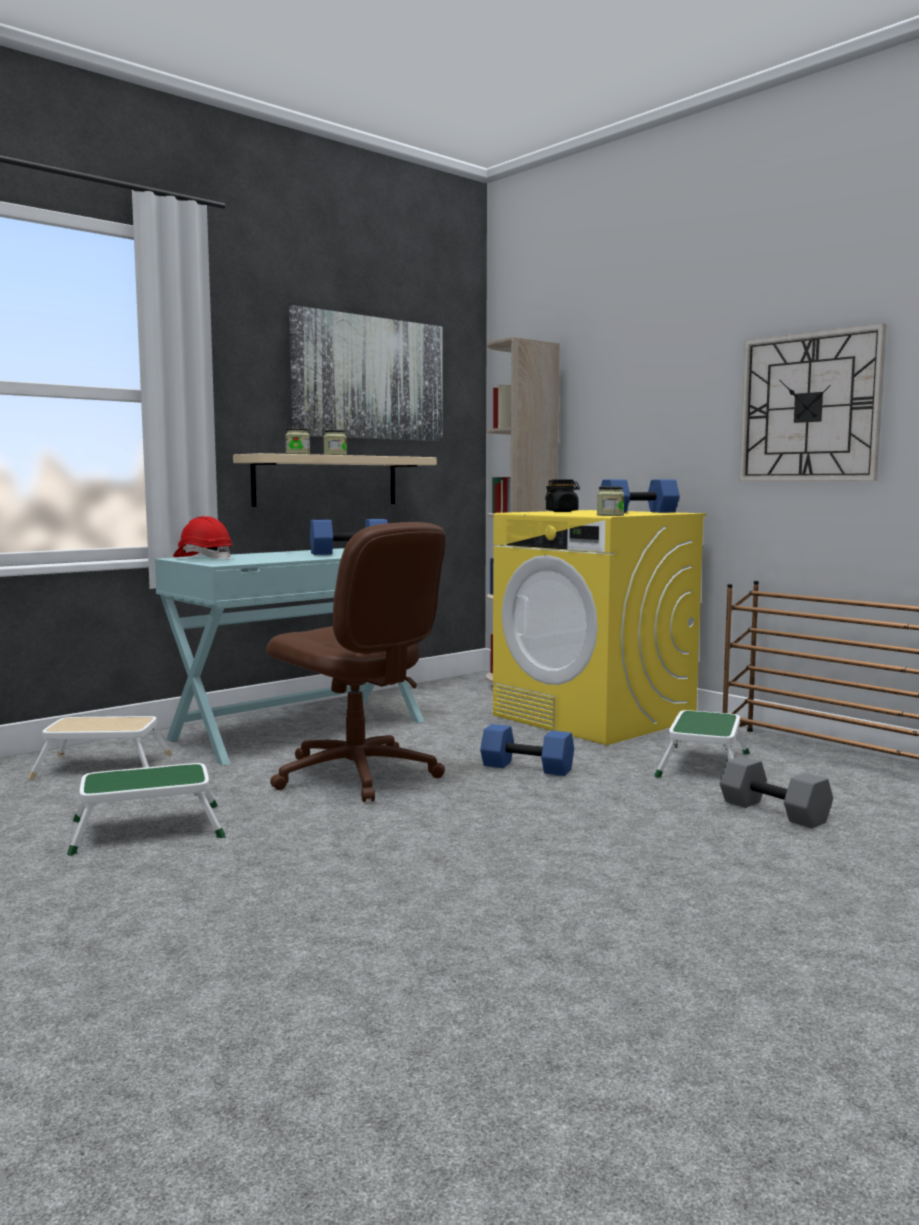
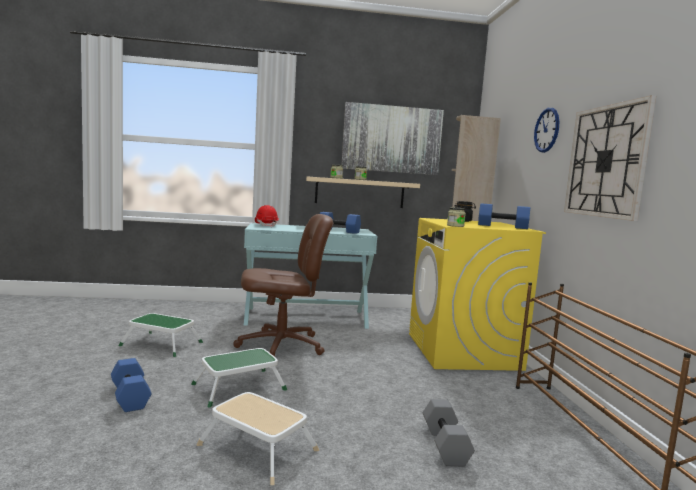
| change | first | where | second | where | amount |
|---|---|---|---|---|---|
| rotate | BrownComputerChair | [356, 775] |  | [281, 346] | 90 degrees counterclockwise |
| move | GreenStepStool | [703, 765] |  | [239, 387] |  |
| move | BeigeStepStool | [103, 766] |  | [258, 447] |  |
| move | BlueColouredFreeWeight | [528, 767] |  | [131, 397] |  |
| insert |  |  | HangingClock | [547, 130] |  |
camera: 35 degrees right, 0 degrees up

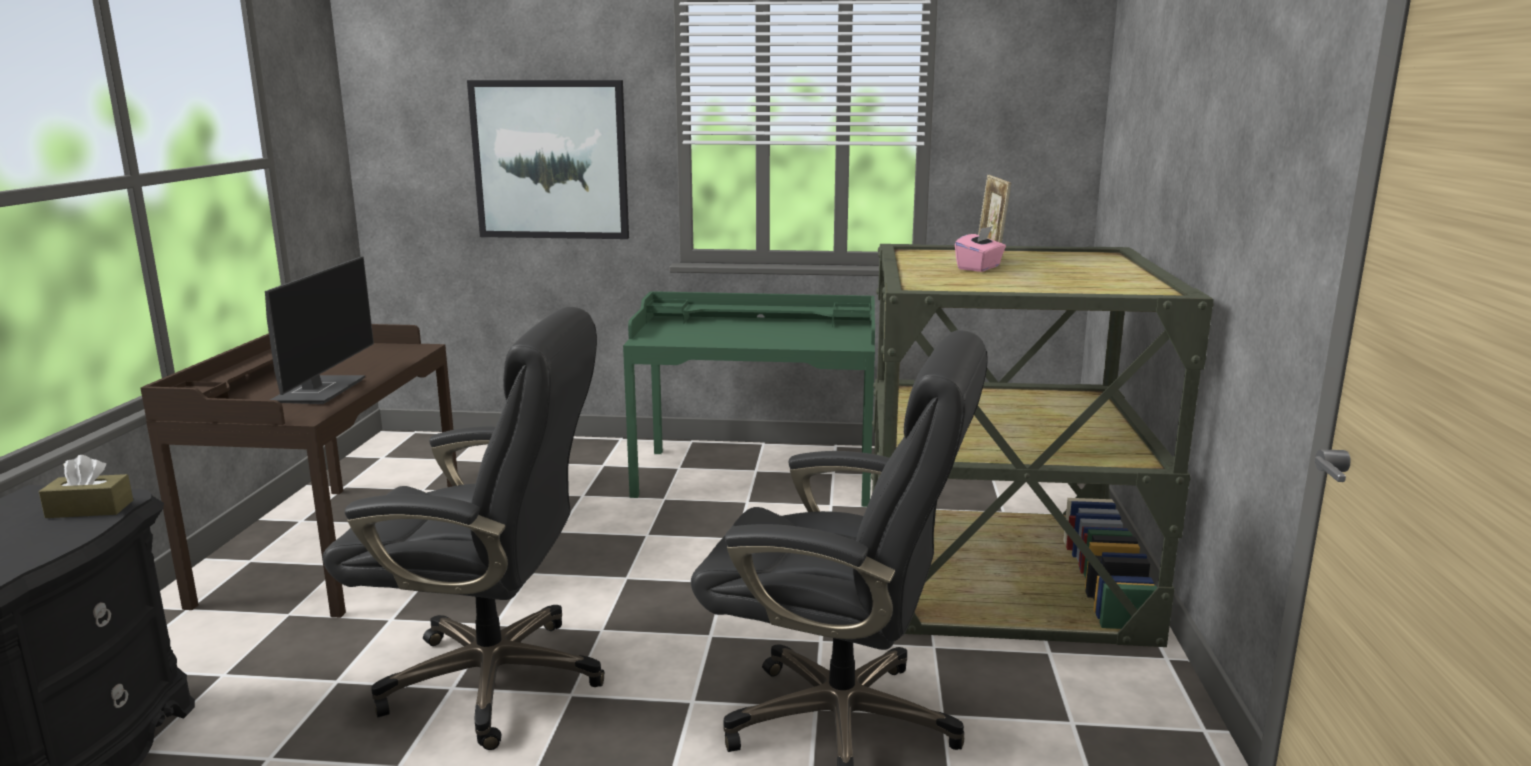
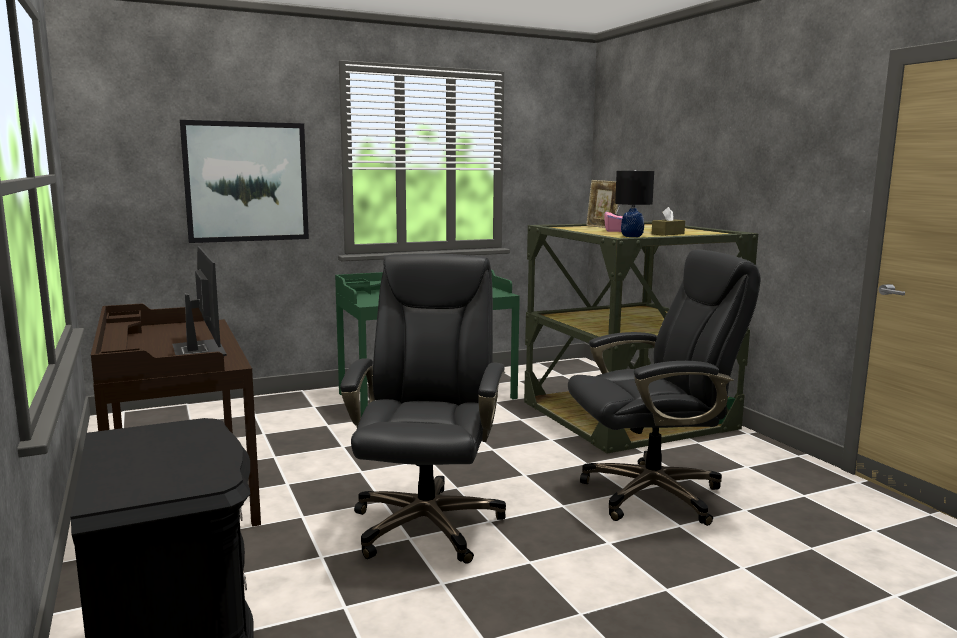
| change | first | where | second | where | amount |
|---|---|---|---|---|---|
| rotate | BlackComputerChair | [488, 680] |  | [426, 528] | 60 degrees counterclockwise |
| move | BrownTissueHolder | [90, 509] |  | [668, 234] |  |
| insert |  |  | BlackTabletopLamp | [631, 236] |  |
camera: 30 degrees left, 5 degrees down

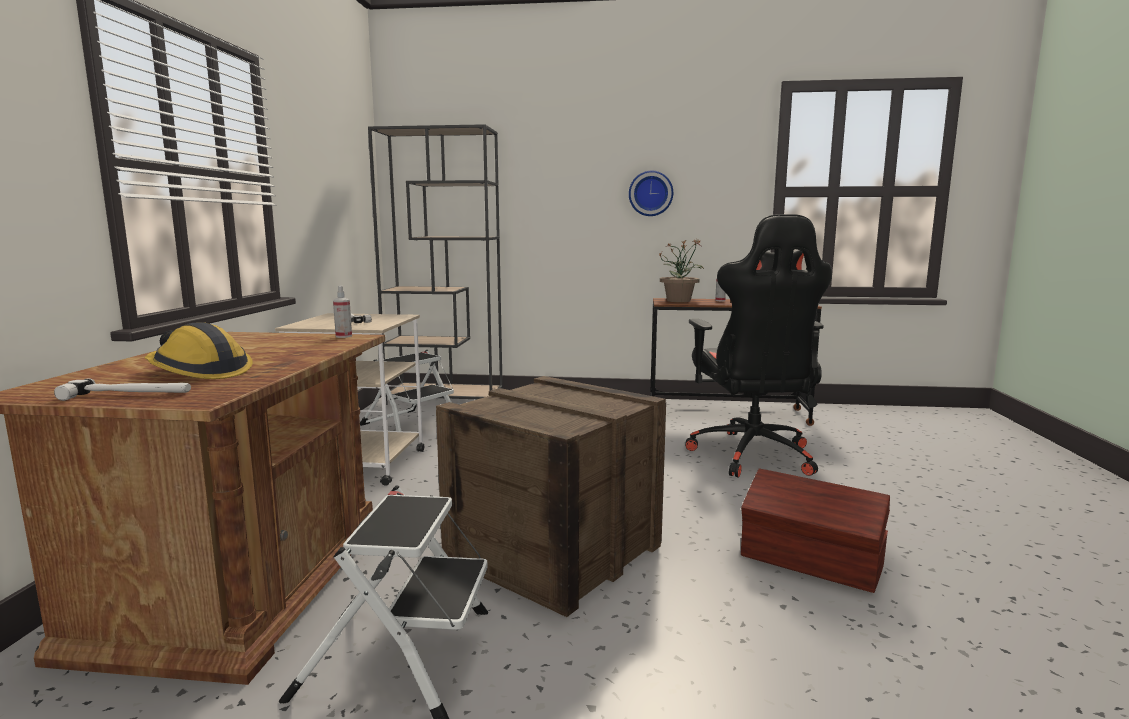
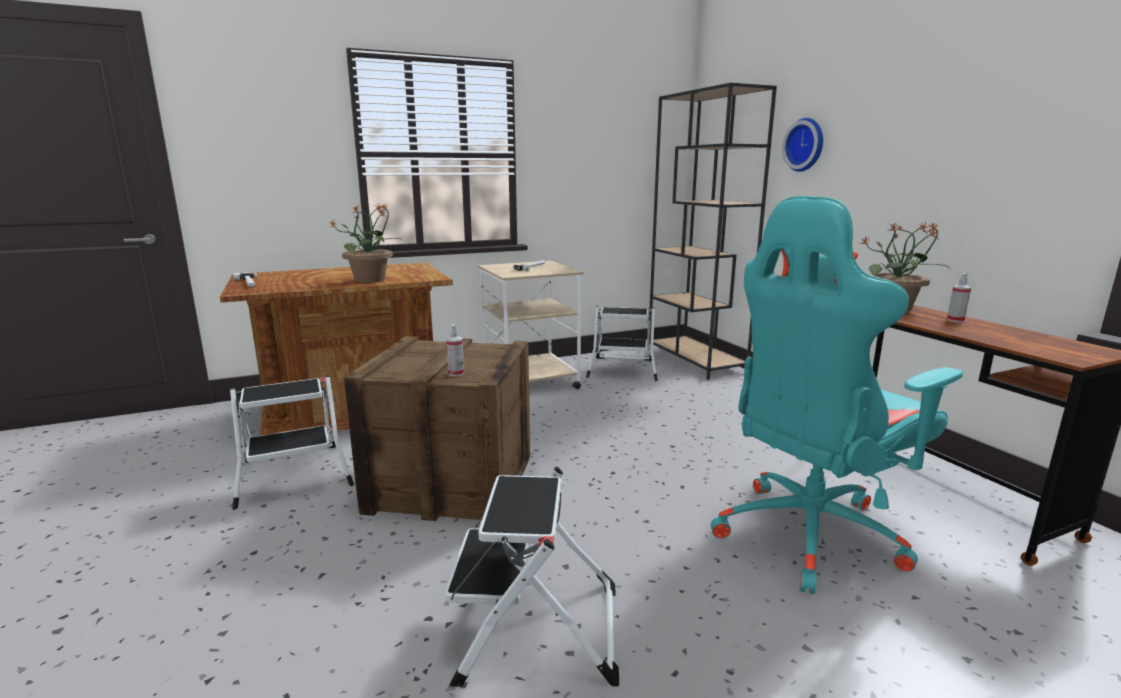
| change | first | where | second | where | amount |
|---|---|---|---|---|---|
| move | HangingClock | [650, 193] |  | [806, 145] |  |
| recolor | BlackComputerChair | [748, 451] | BlueGreenComputerChair | [817, 530] |  |
| move | SprayBottle | [343, 336] |  | [456, 373] |  |
| delete | SafetyHelmet | [199, 372] |  |  |  |
| replace | BrownStorageBox | [811, 562] | StepStool | [537, 625] |  |
| insert |  |  | PottedPlant | [371, 280] |  |
camera: 60 degrees right, 5 degrees up

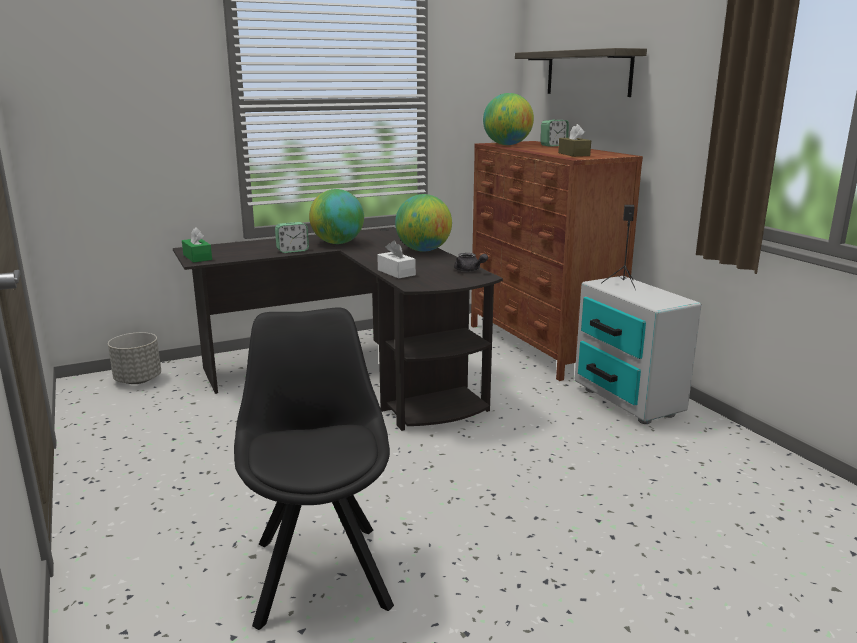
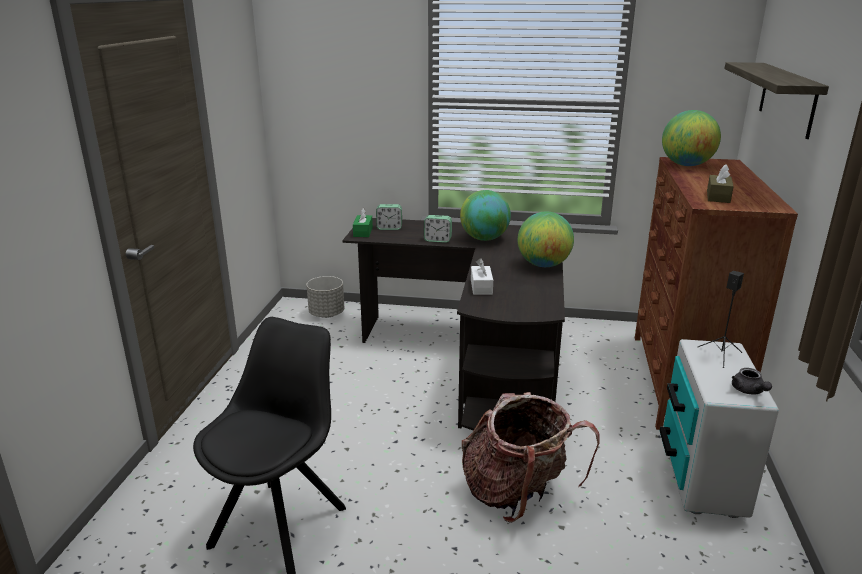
| change | first | where | second | where | amount |
|---|---|---|---|---|---|
| move | BedsideClock | [553, 145] |  | [389, 228] |  |
| move | GreyishTeapot | [469, 271] |  | [749, 391] |  |
| insert |  |  | Knapsack | [518, 494] |  |
camera: 35 degrees right, 5 degrees up

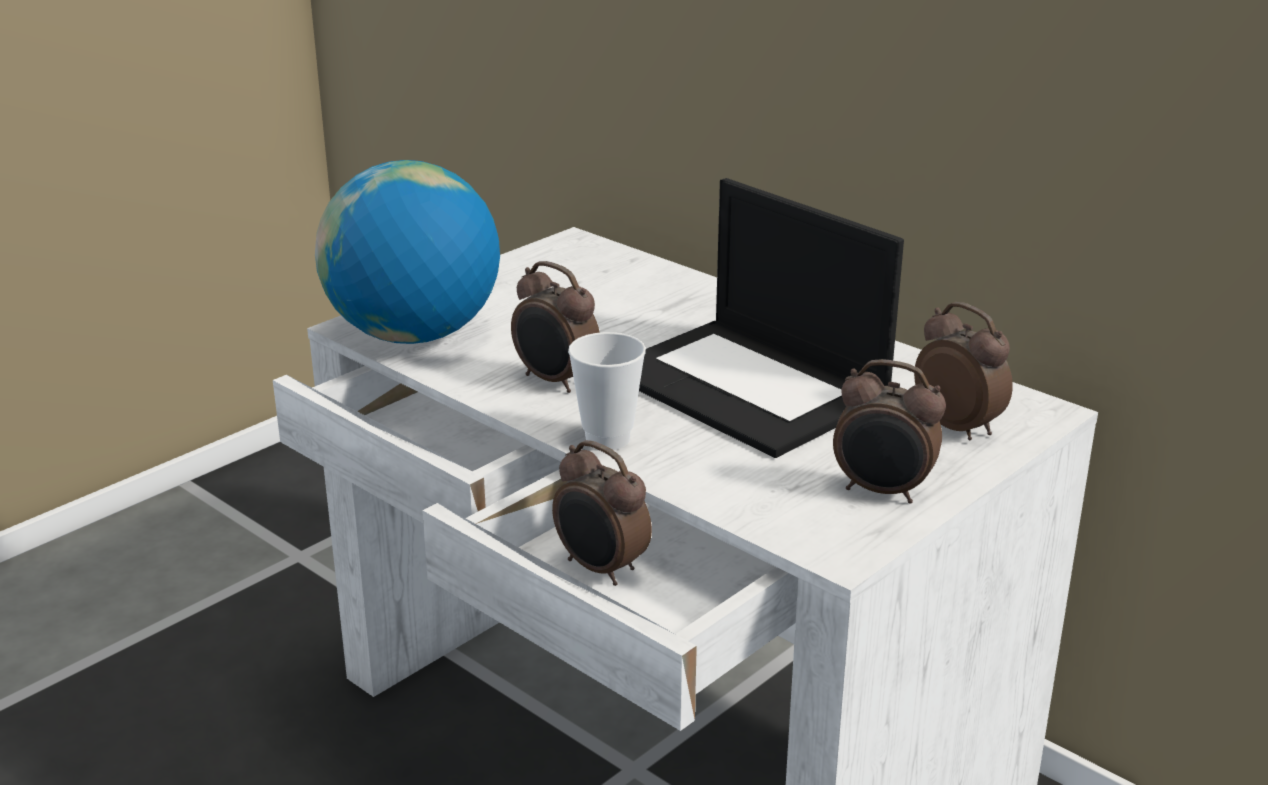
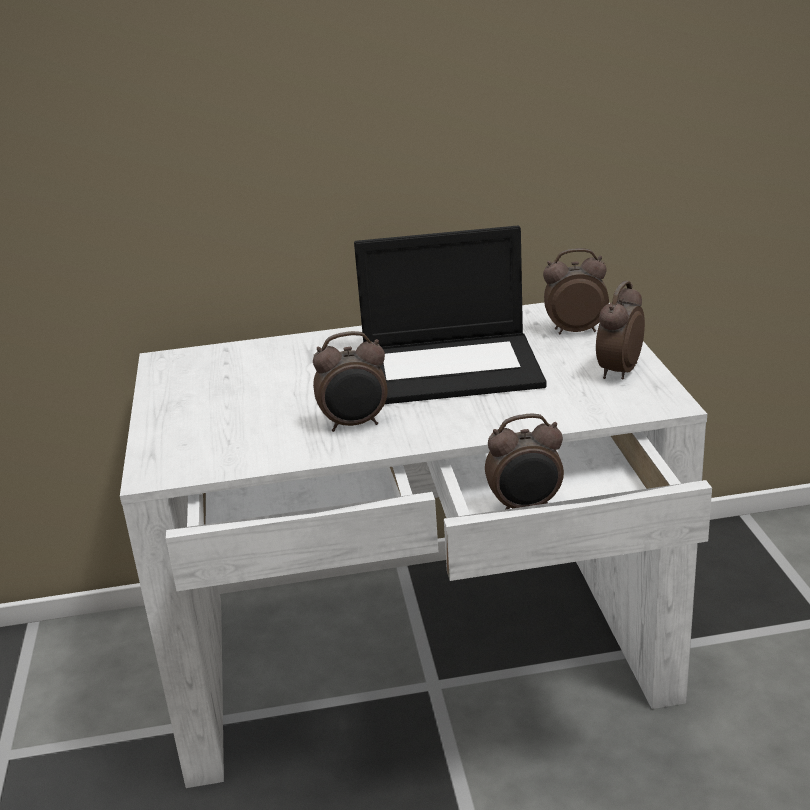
| change | first | where | second | where | amount |
|---|---|---|---|---|---|
| delete | Globe | [414, 335] |  |  |  |
| delete | DrinkingCup | [607, 439] |  |  |  |
| rotate | BedsideClock | [882, 492] |  | [618, 371] | 150 degrees clockwise |
camera: 50 degrees left, 0 degrees up

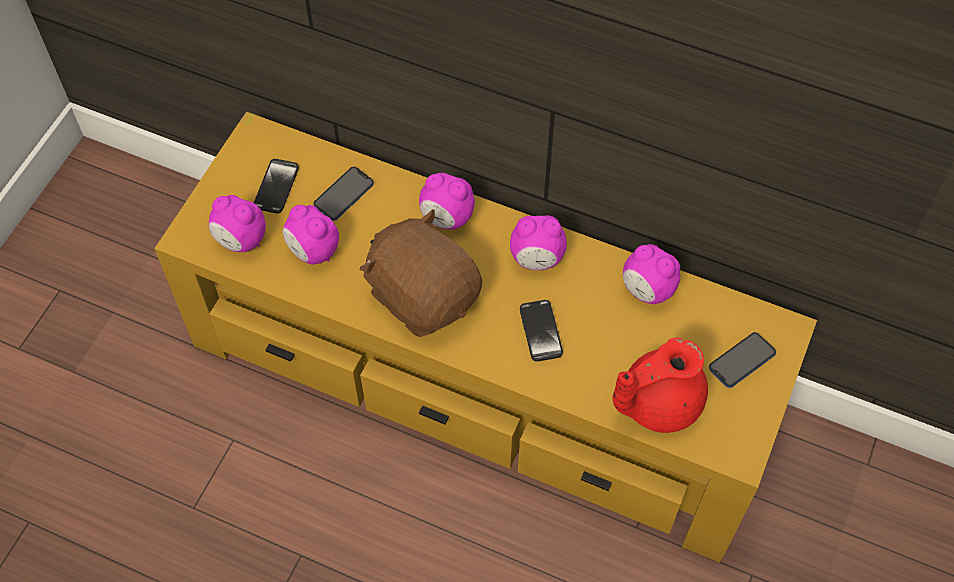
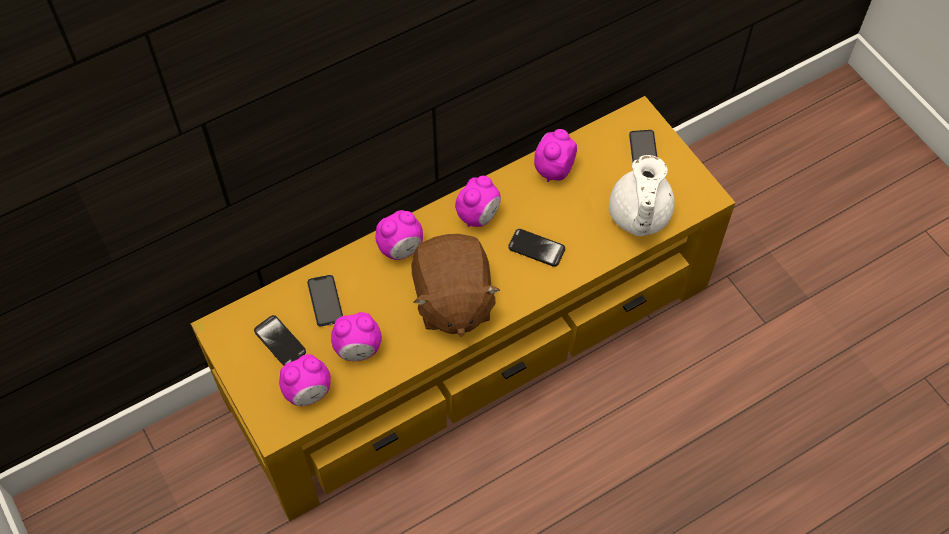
| change | first | where | second | where | amount |
|---|---|---|---|---|---|
| rotate | BrownSoftToy | [423, 295] |  | [452, 300] | 90 degrees counterclockwise |
| rotate | BedsideClock | [647, 290] |  | [553, 169] | 135 degrees clockwise |
| recolor | RedColouredTeapot | [656, 402] | WhiteTeapot | [638, 216] |  |
camera: 55 degrees left, 0 degrees up

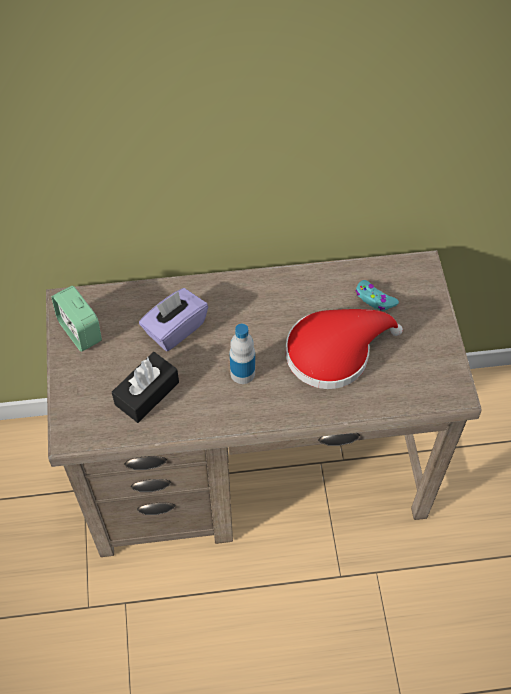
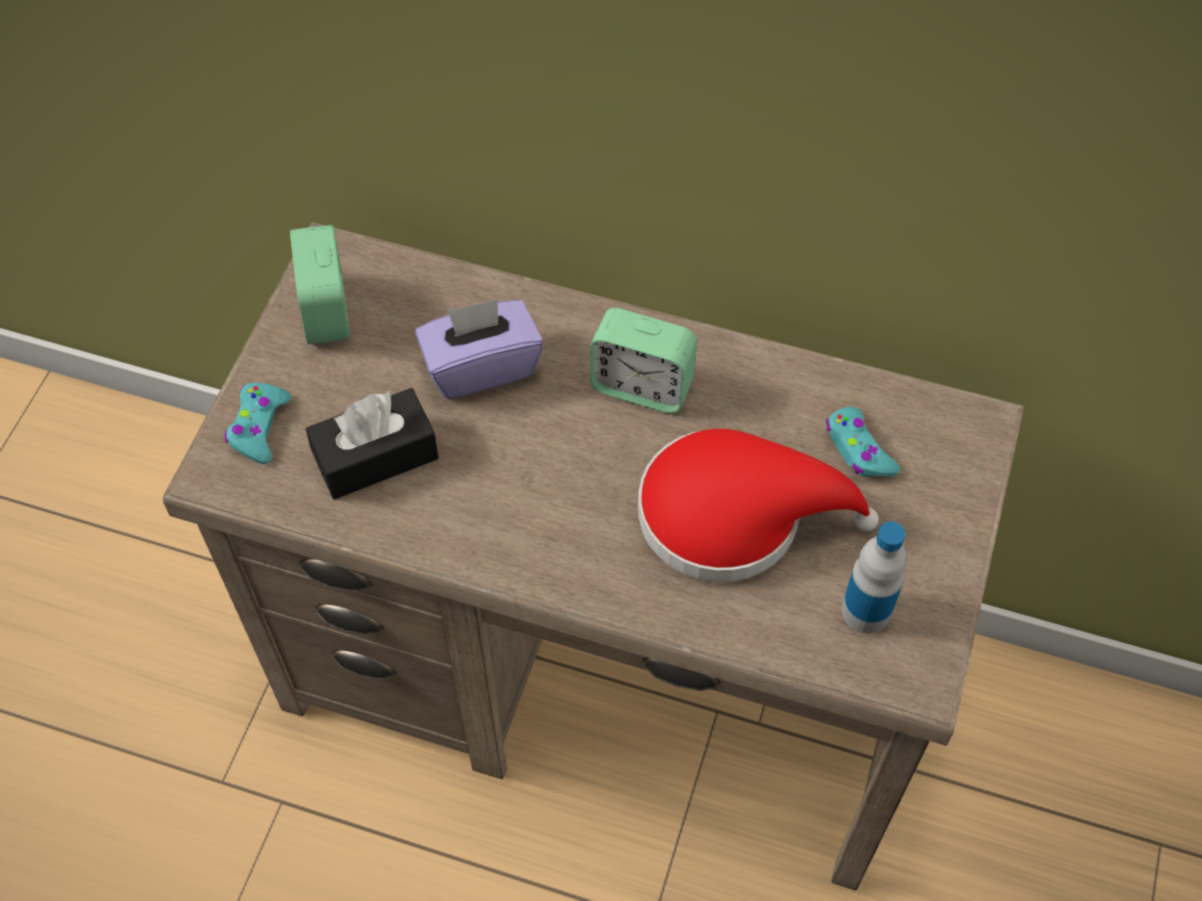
| change | first | where | second | where | amount |
|---|---|---|---|---|---|
| move | BeverageBottle | [242, 373] |  | [866, 611] |  |
| insert |  |  | BedsideClock | [642, 386] |  |
| insert |  |  | BlueGreenGamepad | [259, 427] |  |
camera: 25 degrees right, 0 degrees up

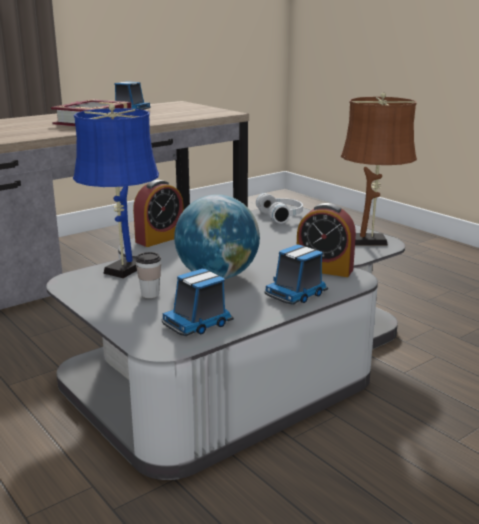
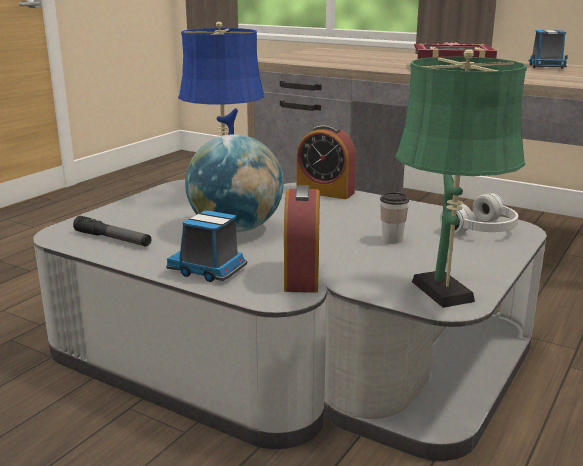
| change | first | where | second | where | amount |
|---|---|---|---|---|---|
| recolor | BrownTabletopLamp | [371, 242] | GreenTabletopLamp | [445, 294] |  |
| move | DrinkingCup | [150, 294] |  | [392, 240] |  |
| replace | ToyTruck | [198, 323] | Flashlight | [113, 239] |  |
camera: 70 degrees right, 0 degrees up

